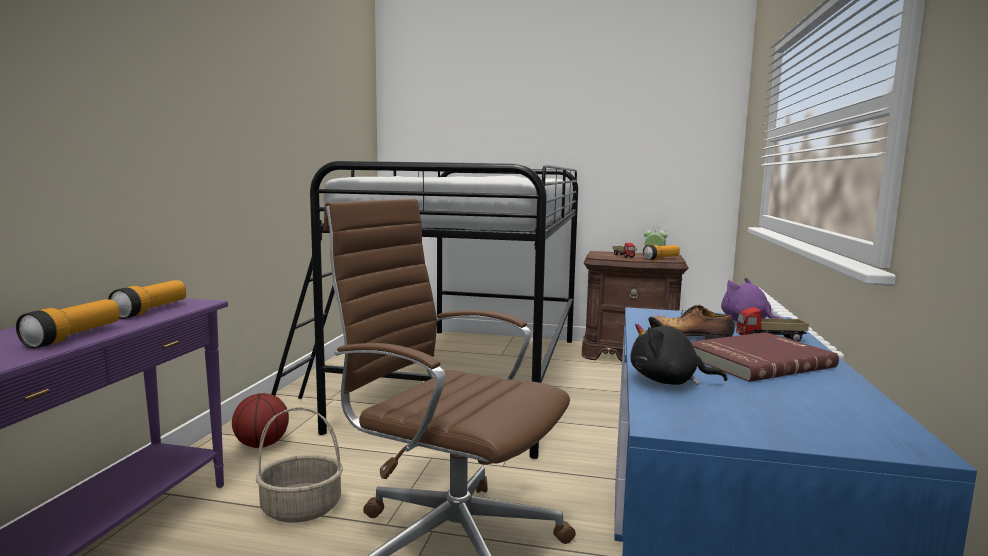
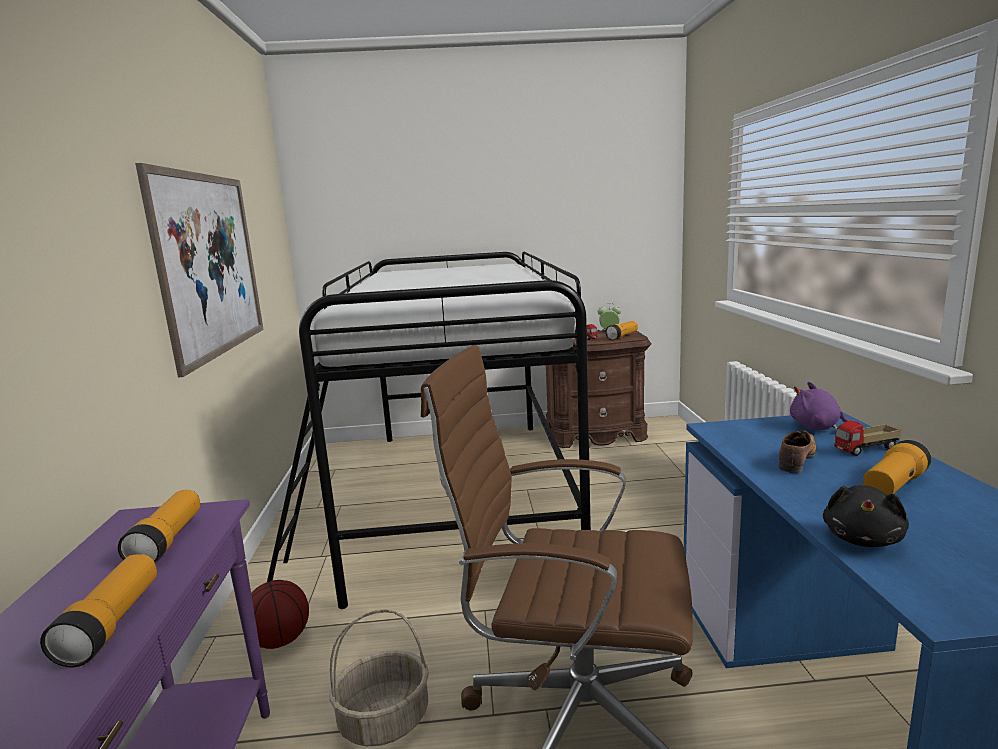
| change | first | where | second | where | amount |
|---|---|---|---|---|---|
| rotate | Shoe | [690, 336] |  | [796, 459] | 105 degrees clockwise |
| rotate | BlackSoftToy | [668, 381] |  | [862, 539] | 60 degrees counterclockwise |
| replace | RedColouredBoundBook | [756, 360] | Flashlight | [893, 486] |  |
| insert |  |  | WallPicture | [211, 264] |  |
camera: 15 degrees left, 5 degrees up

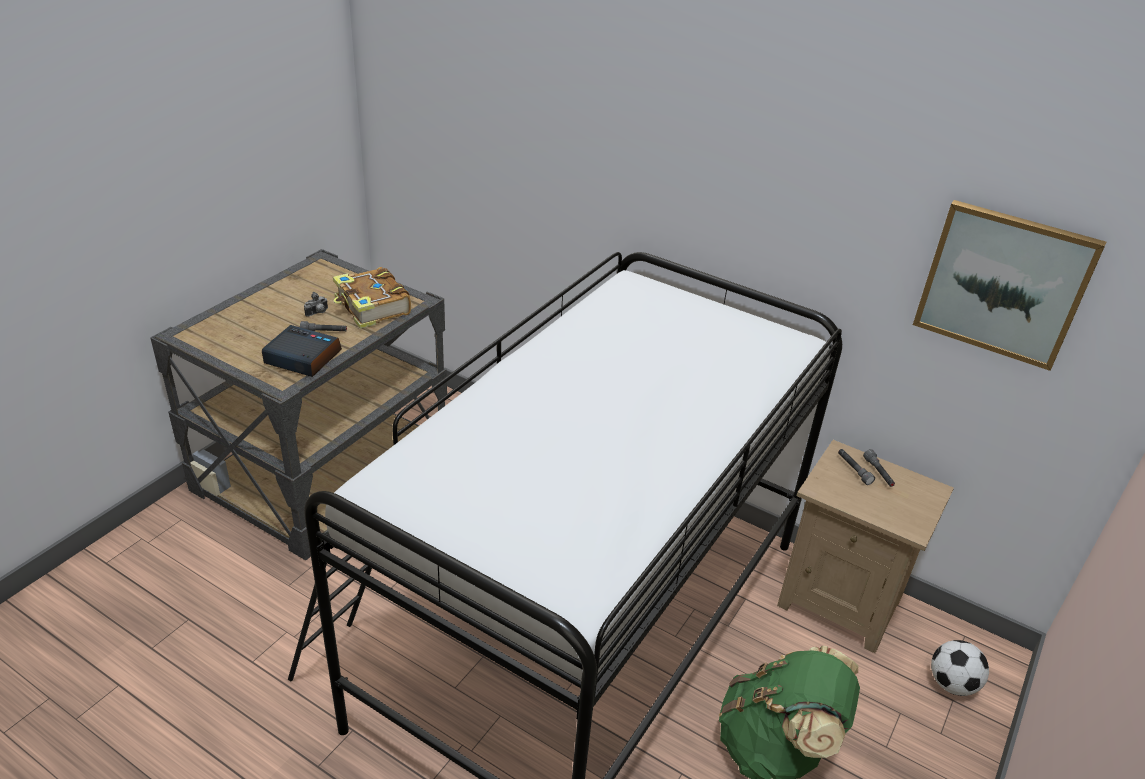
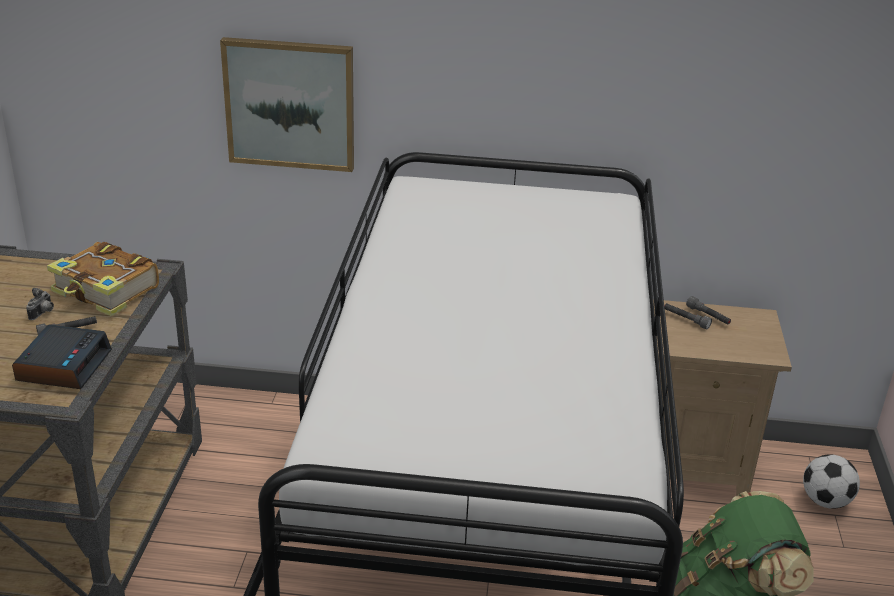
| change | first | where | second | where | amount |
|---|---|---|---|---|---|
| move | WallPicture | [1003, 284] |  | [290, 104] |  |
| rotate | BedsideClock | [302, 358] |  | [64, 365] | 105 degrees clockwise |
camera: 25 degrees left, 5 degrees down

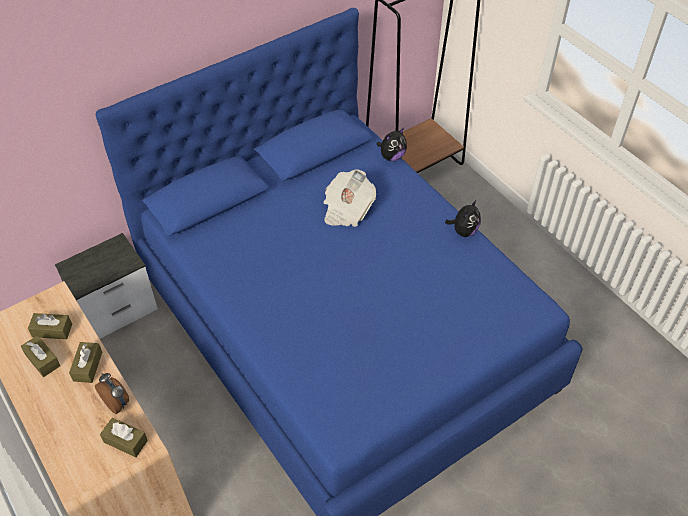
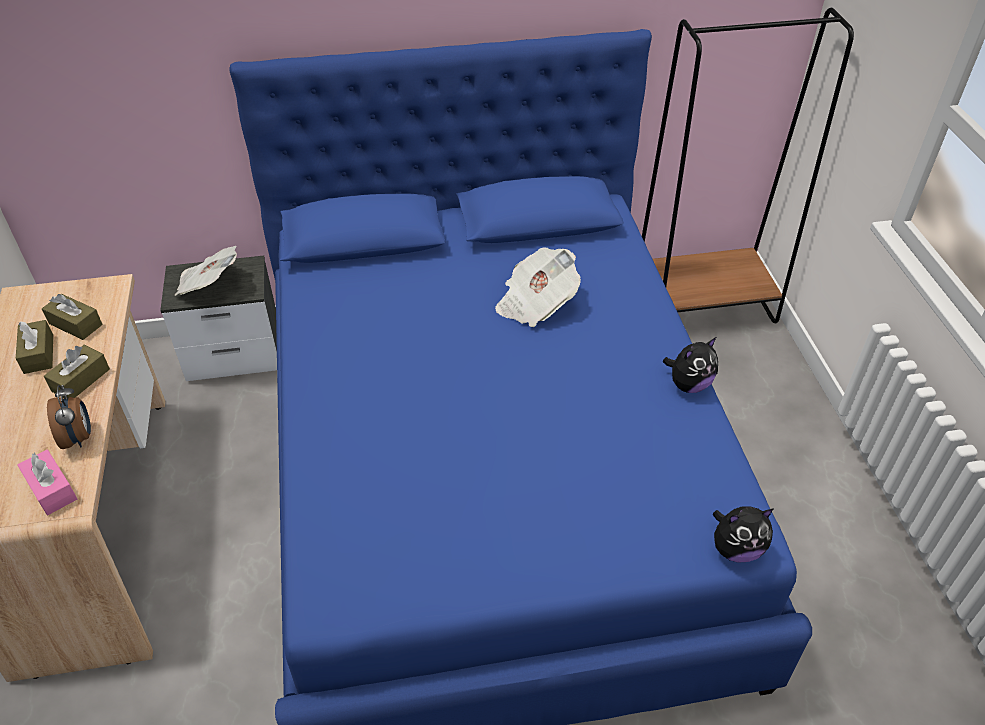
| change | first | where | second | where | amount |
|---|---|---|---|---|---|
| move | SoftToy | [392, 156] |  | [736, 549] |  |
| recolor | BrownTissueHolder | [125, 441] | PinkishTissueHolder | [51, 489] |  |
| insert |  |  | DailyPaper | [209, 285] |  |
camera: 25 degrees right, 5 degrees down

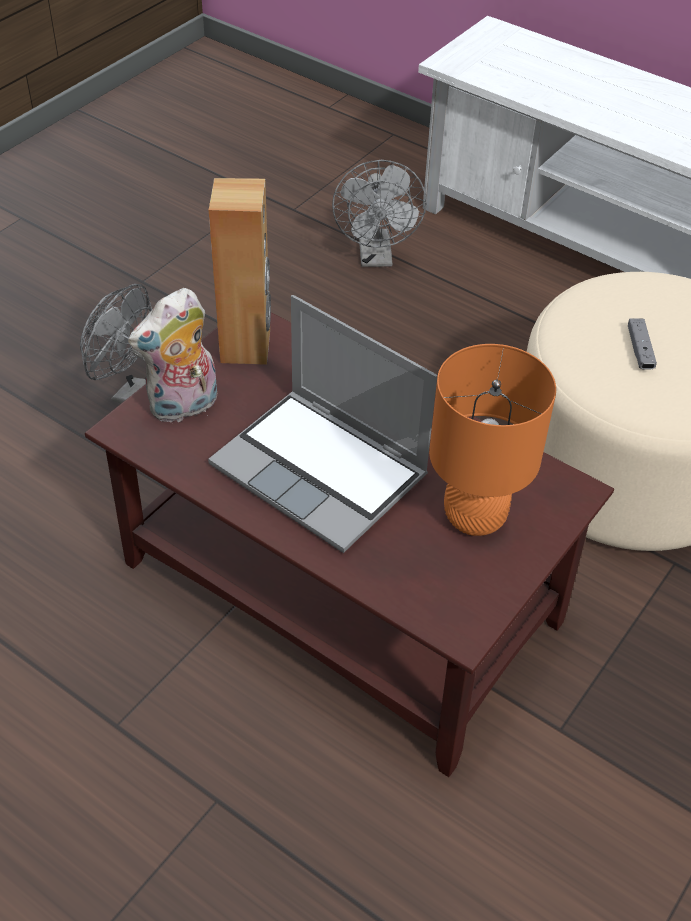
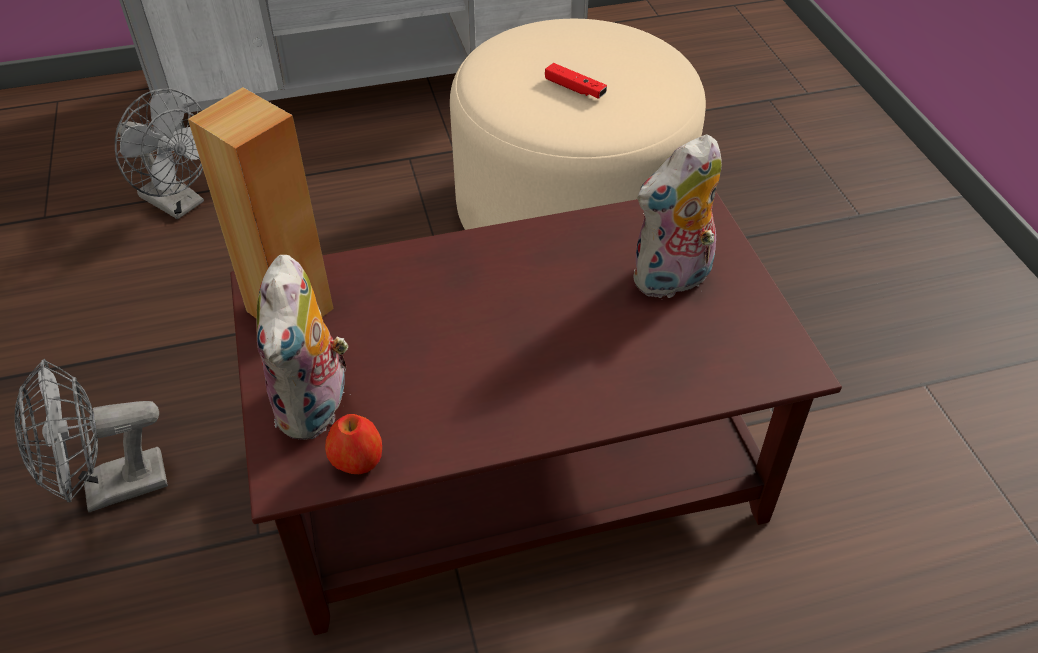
| change | first | where | second | where | amount |
|---|---|---|---|---|---|
| delete | NotebookComputer | [322, 471] |  |  |  |
| recolor | GreyishGamepad | [639, 350] | RedColouredGamepad | [575, 88] |  |
| replace | OrangeTabletopLamp | [476, 517] | SoftToy | [672, 281] |  |
| insert |  |  | Apple | [357, 462] |  |
camera: 50 degrees left, 0 degrees up

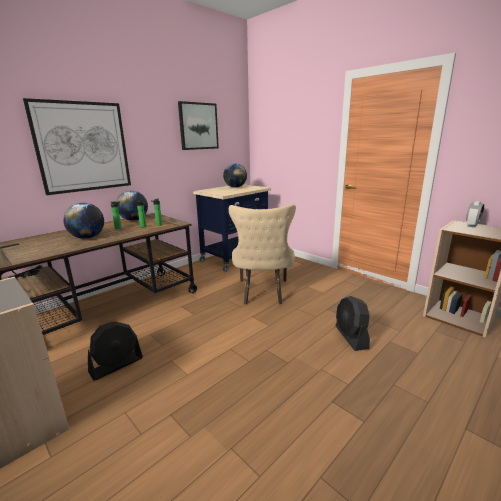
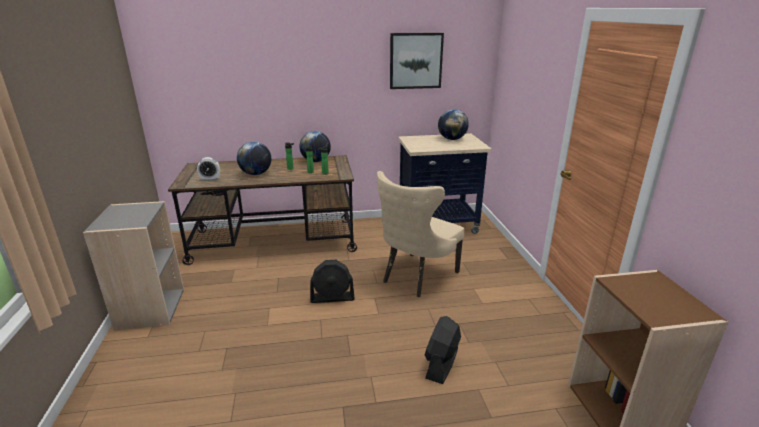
| change | first | where | second | where | amount |
|---|---|---|---|---|---|
| delete | WallPicture | [83, 147] |  |  |  |
| move | BedsideClock | [472, 225] |  | [210, 179] |  |
| move | BlackElectricFan | [116, 365] |  | [332, 297] |  |
camera: 35 degrees right, 5 degrees up

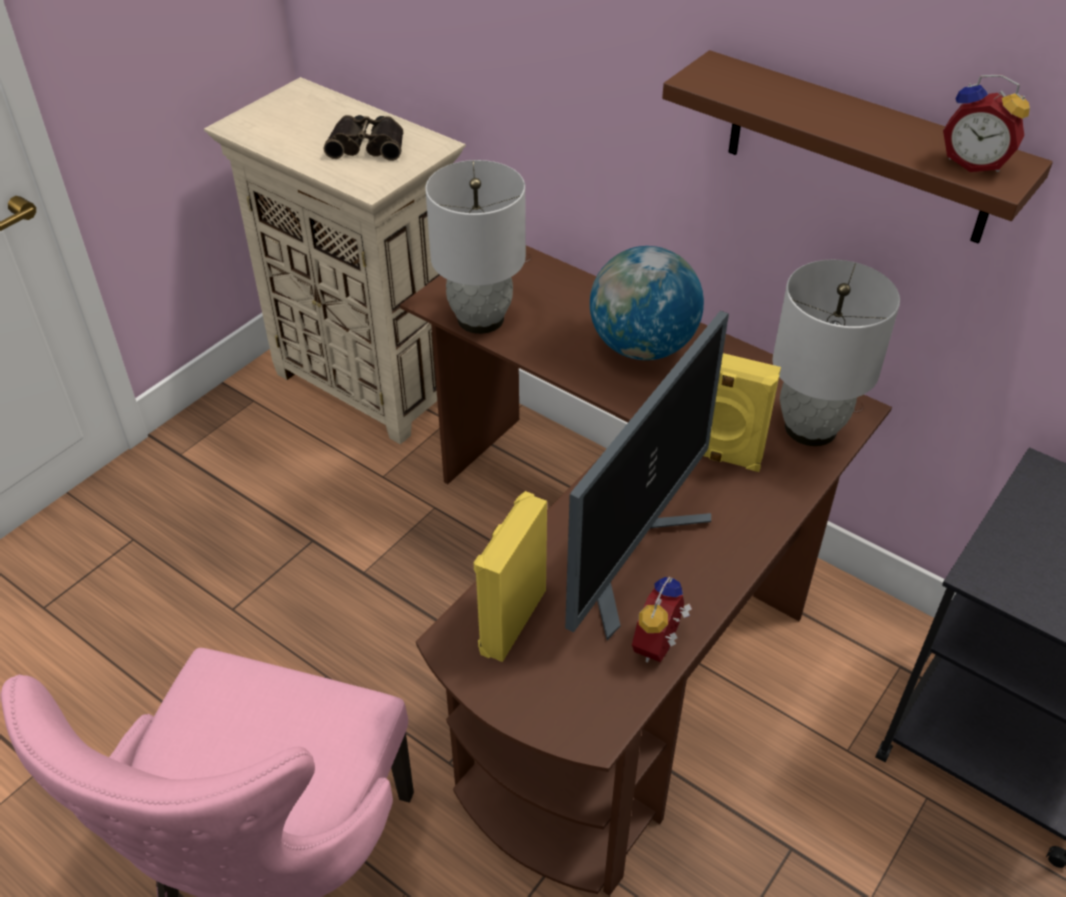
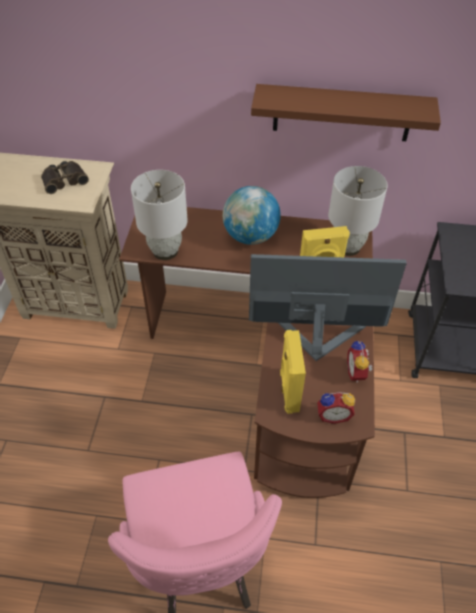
| change | first | where | second | where | amount |
|---|---|---|---|---|---|
| move | BedsideClock | [975, 162] |  | [333, 415] |  |
| rotate | Monitor | [630, 553] |  | [316, 337] | 90 degrees counterclockwise |
camera: 30 degrees left, 5 degrees up

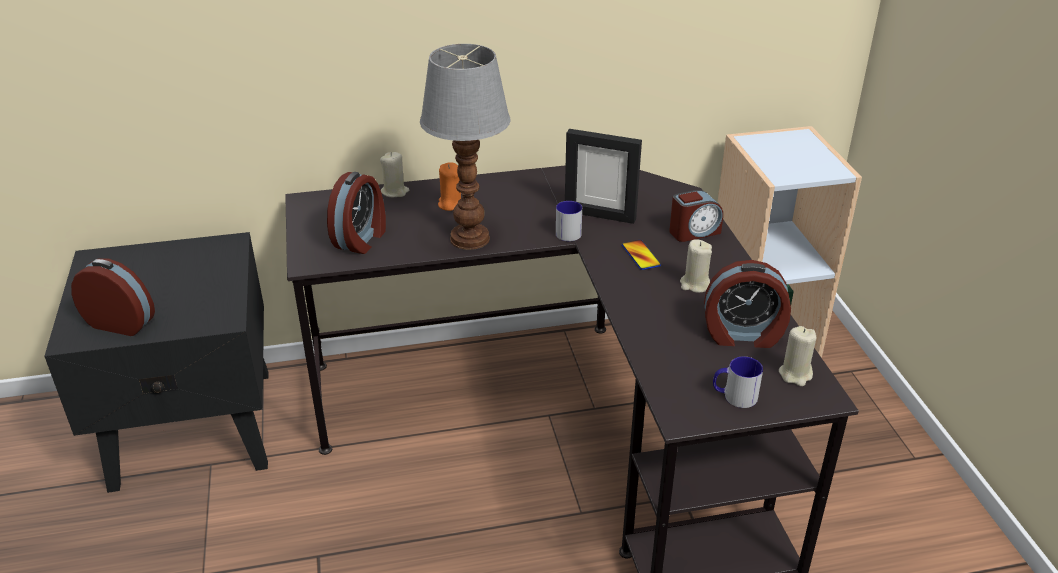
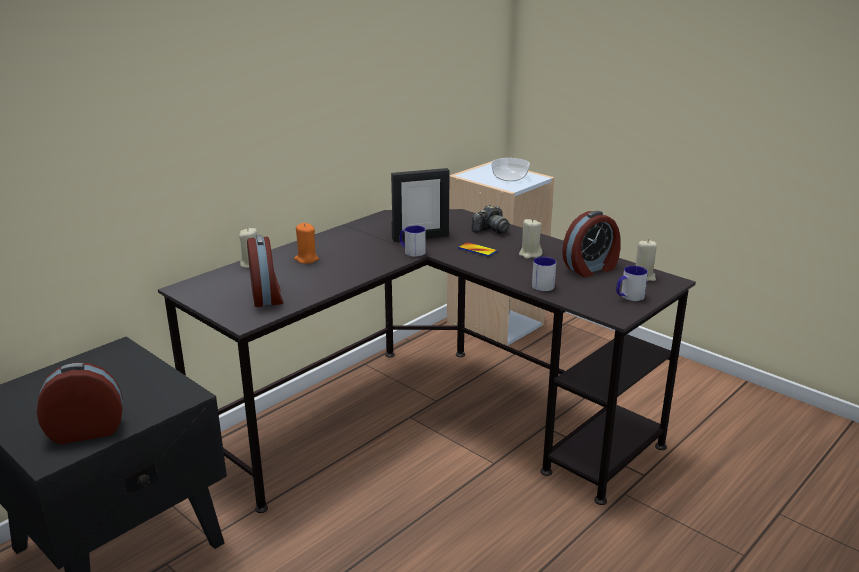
| change | first | where | second | where | amount |
|---|---|---|---|---|---|
| delete | TabletopLamp | [469, 238] |  |  |  |
| replace | BedsideClock | [694, 232] | PhotoCamera | [491, 230] |  |
| insert |  |  | DeepDish | [509, 177] |  |
| insert |  |  | TeaMug | [542, 284] |  |
camera: 35 degrees left, 10 degrees down

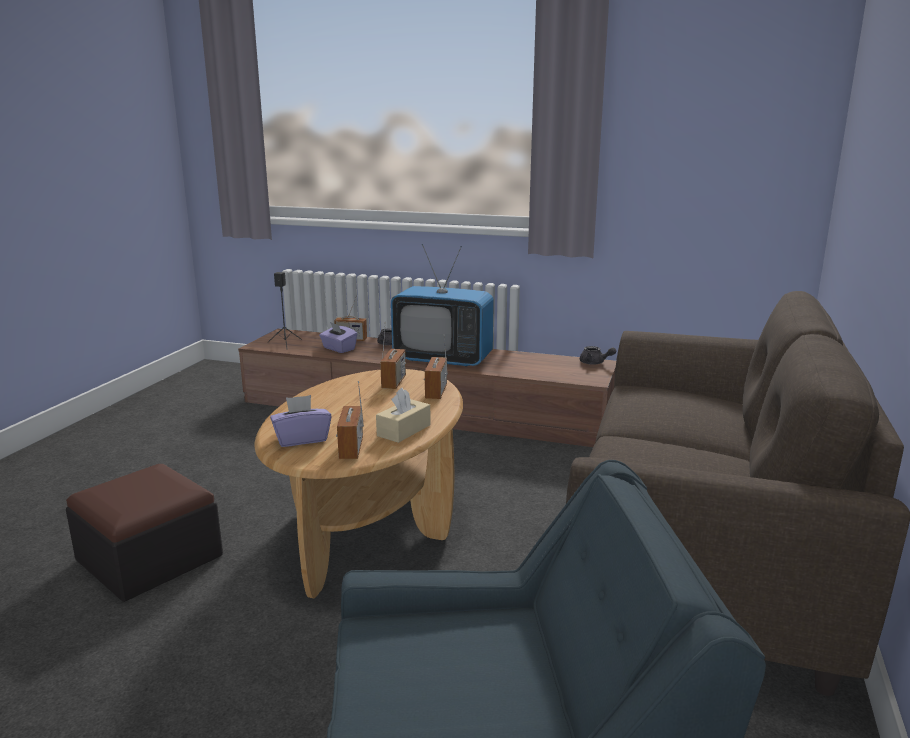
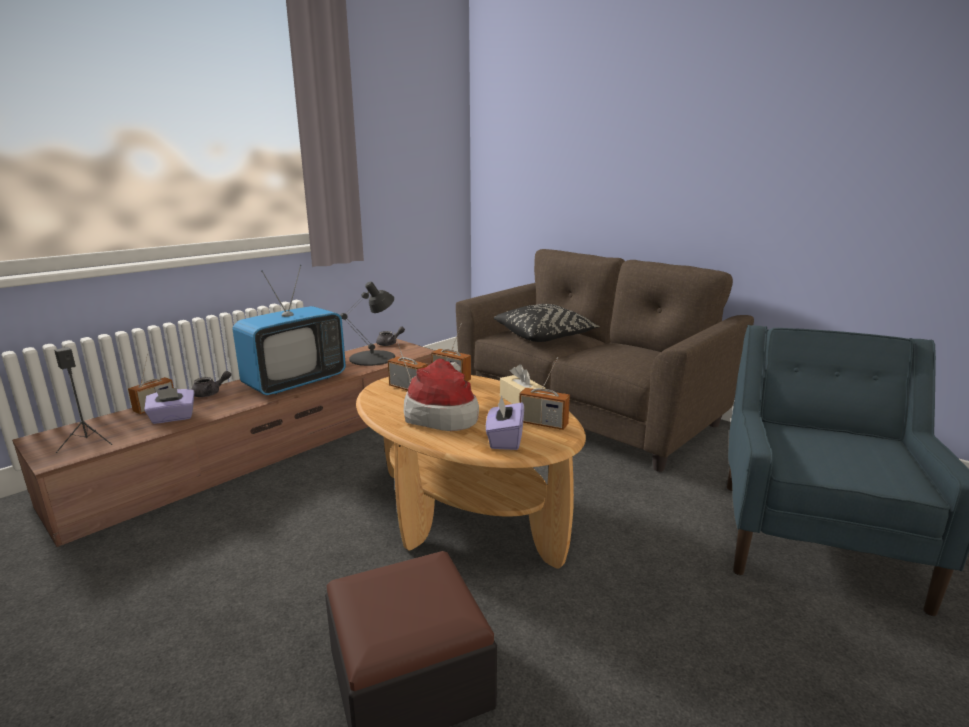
| change | first | where | second | where | amount |
|---|---|---|---|---|---|
| insert |  |  | BlackTabletopLamp | [373, 358] |  |
| insert |  |  | BlackCushion | [544, 336] |  |
| insert |  |  | WearableHat | [443, 414] |  |
camera: 65 degrees left, 0 degrees up

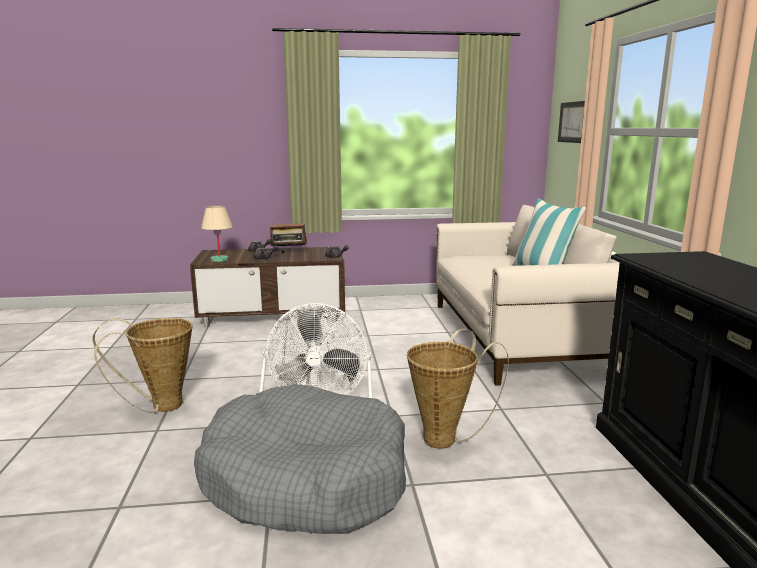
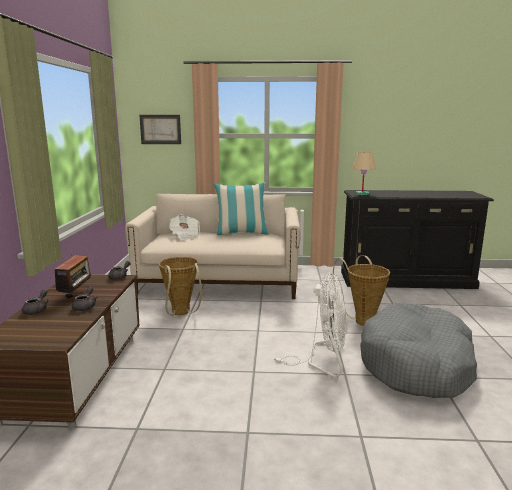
| change | first | where | second | where | amount |
|---|---|---|---|---|---|
| move | BeigeTabletopLamp | [219, 260] |  | [362, 194] |  |
| move | Basket | [160, 407] |  | [181, 314] |  |
| insert |  |  | DailyPaper | [185, 236] |  |
camera: 80 degrees left, 0 degrees up

